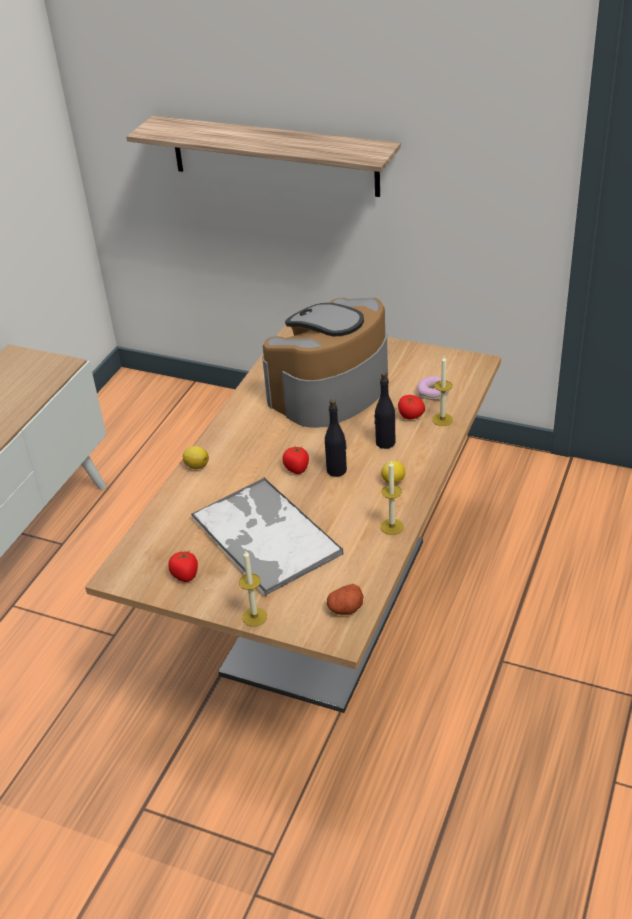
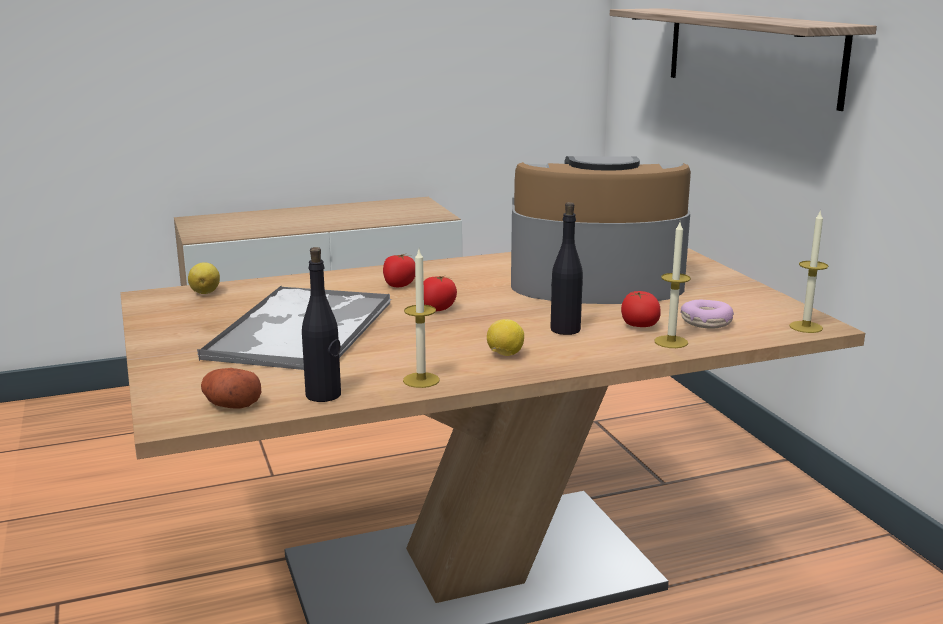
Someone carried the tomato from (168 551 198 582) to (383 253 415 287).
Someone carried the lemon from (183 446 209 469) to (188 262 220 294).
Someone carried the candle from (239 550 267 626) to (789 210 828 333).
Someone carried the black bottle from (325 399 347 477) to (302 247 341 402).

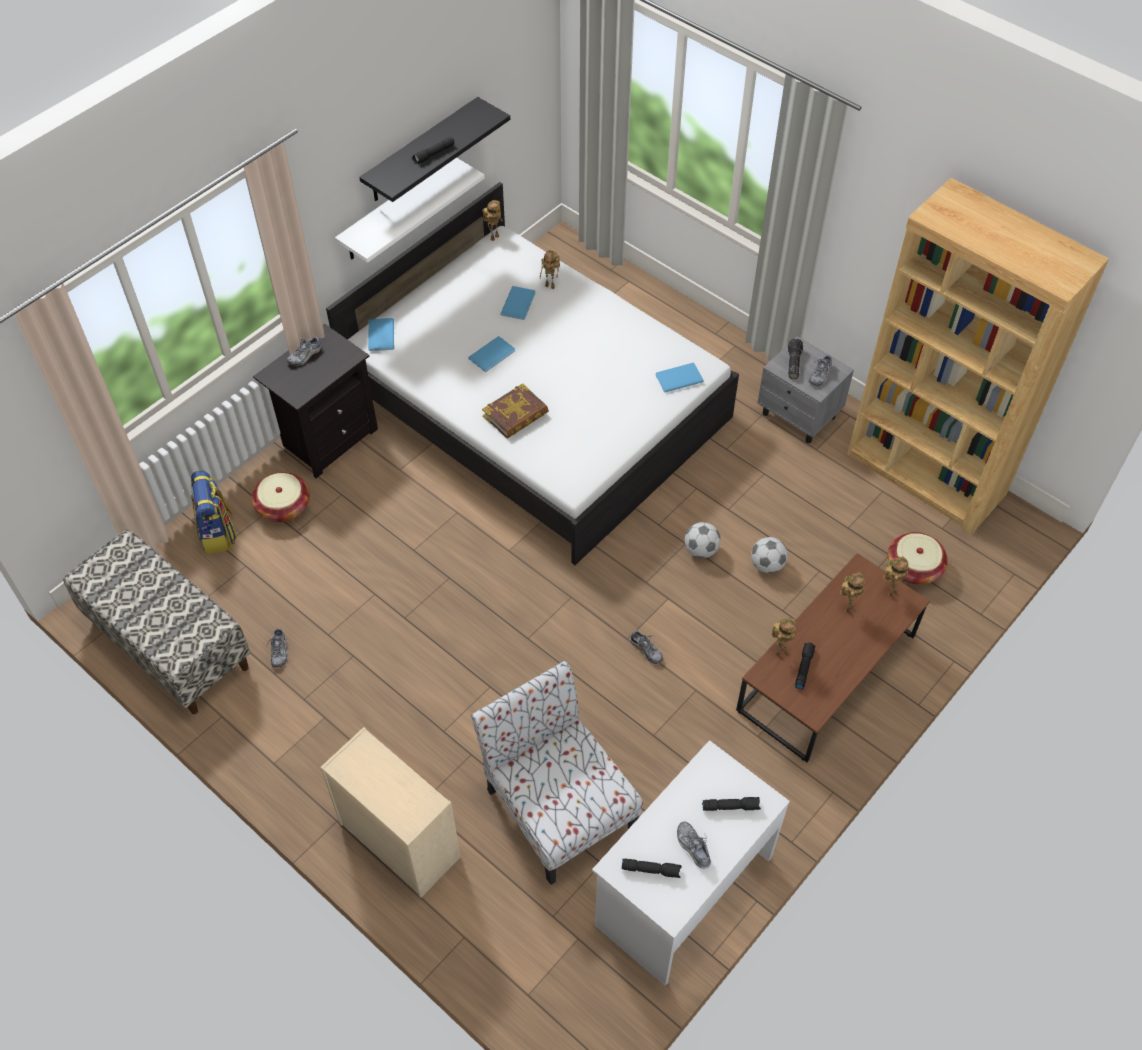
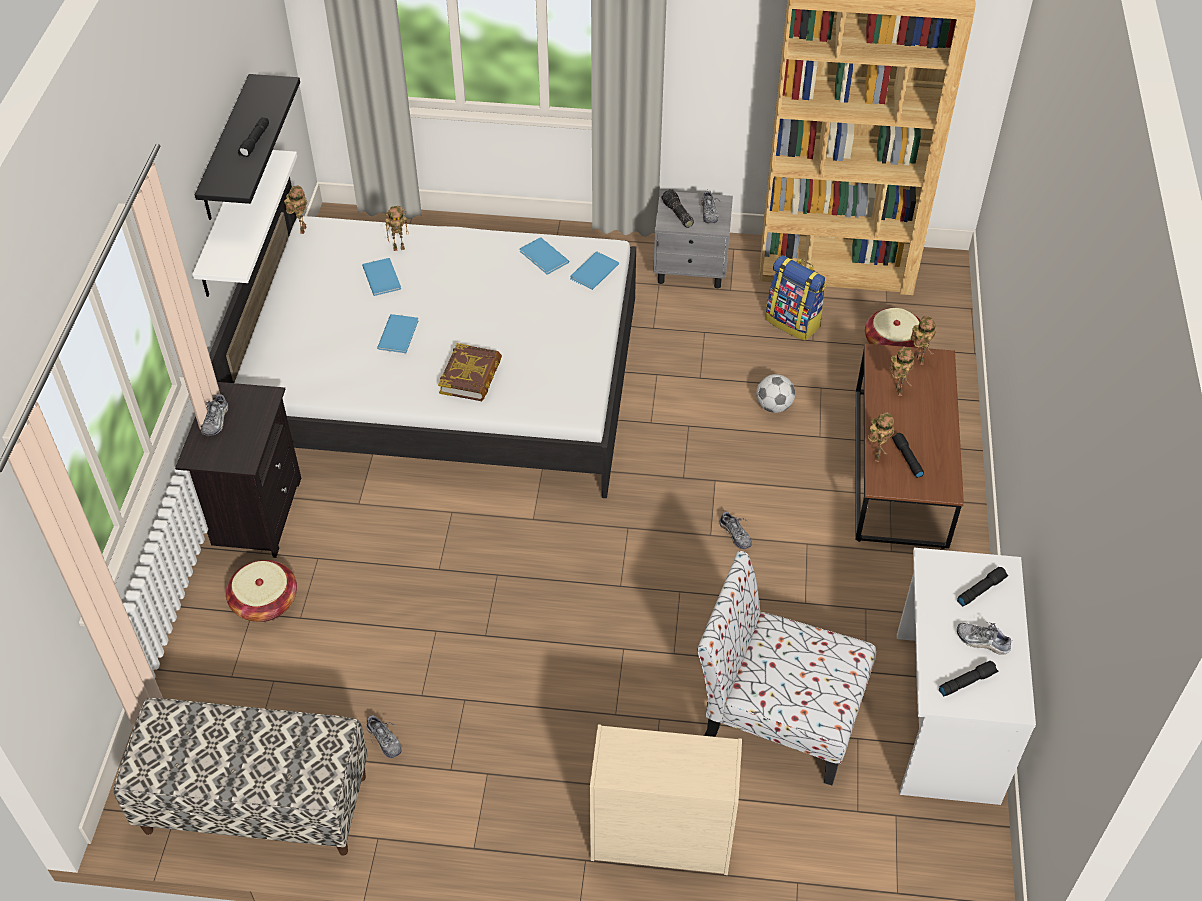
Someone carried the backpack from (191 471 237 554) to (765 255 826 341).
Someone carried the blue book from (368 318 394 351) to (520 237 569 275).
Someone rotated the shoe at (630 630 663 664) by 45 degrees clockwise.
Someone took away the football at (685 522 721 558).

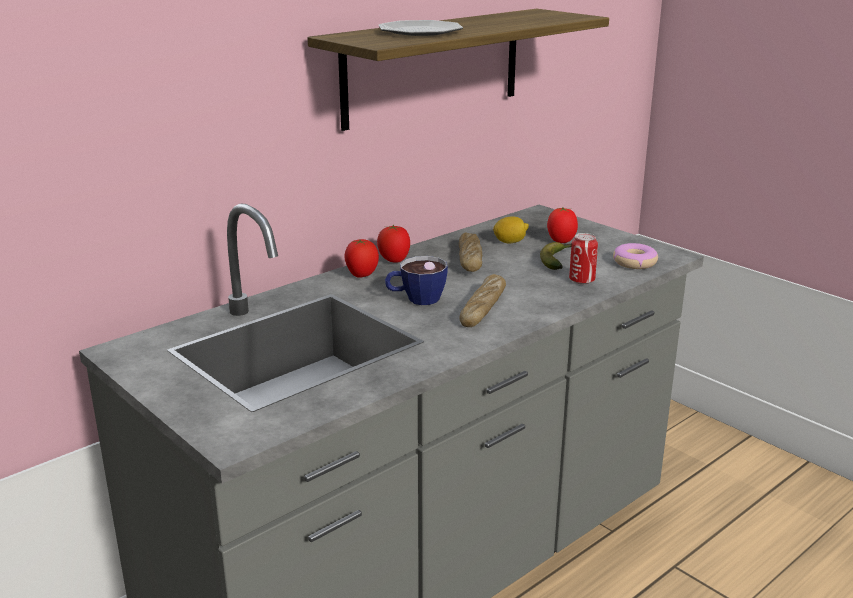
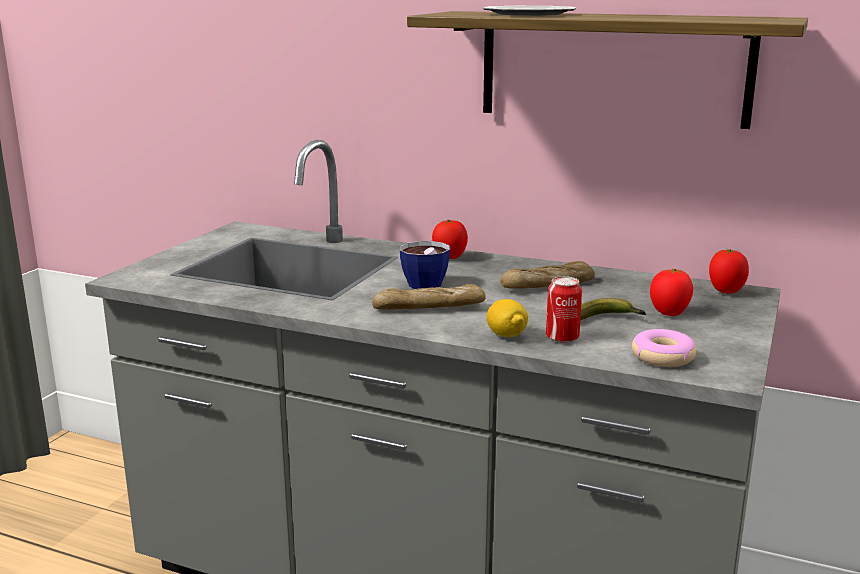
Someone carried the tomato from (377 225 410 263) to (709 249 749 294).
Someone carried the lemon from (493 217 529 244) to (487 299 528 337).

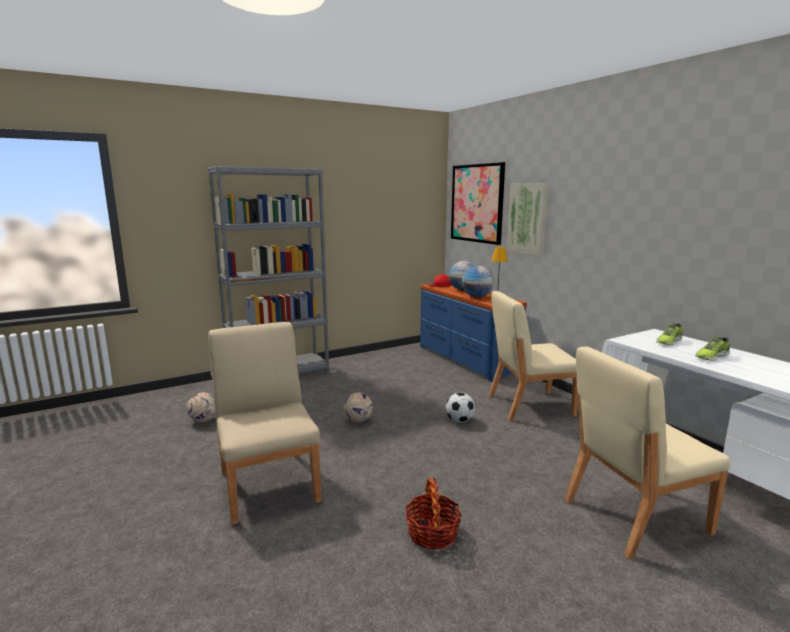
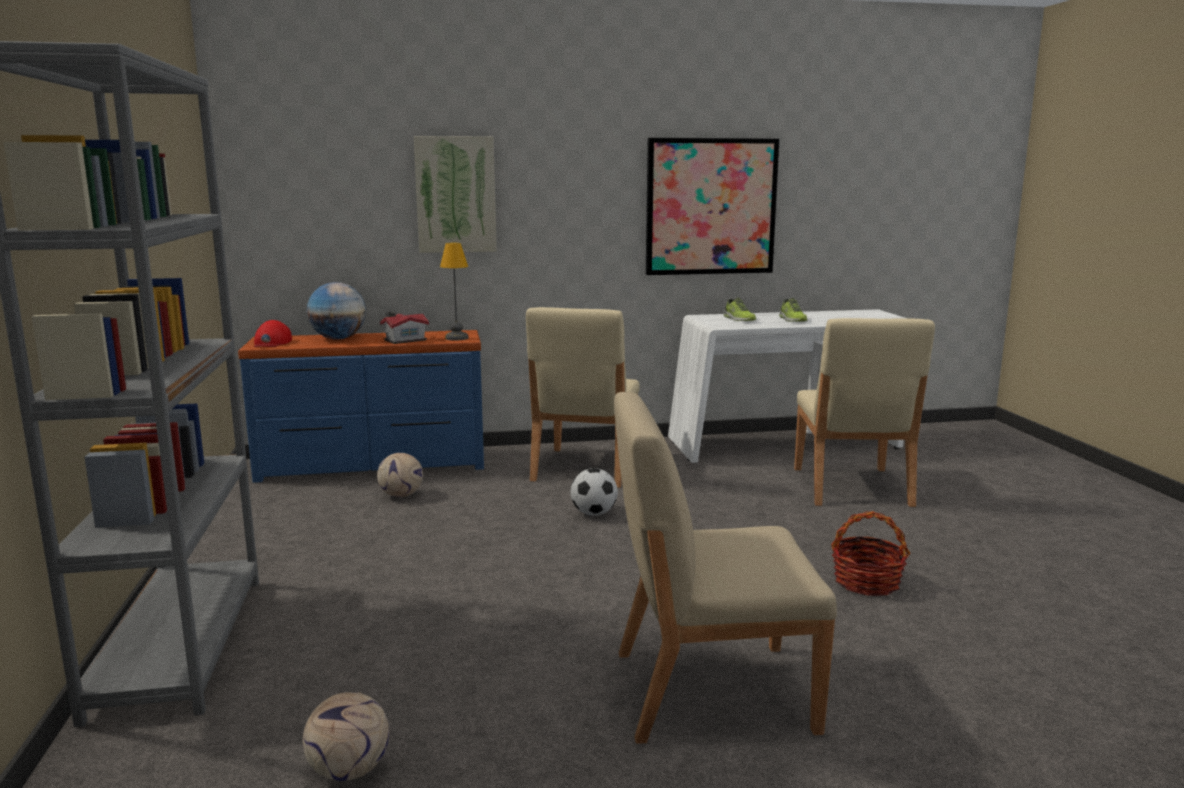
Someone carried the football from (343 392 373 423) to (377 453 423 497).
Someone carried the picture from (451 162 505 245) to (646 138 780 275).
Someone swapped the globe at (462 266 494 298) for the toy house at (380 311 429 344).

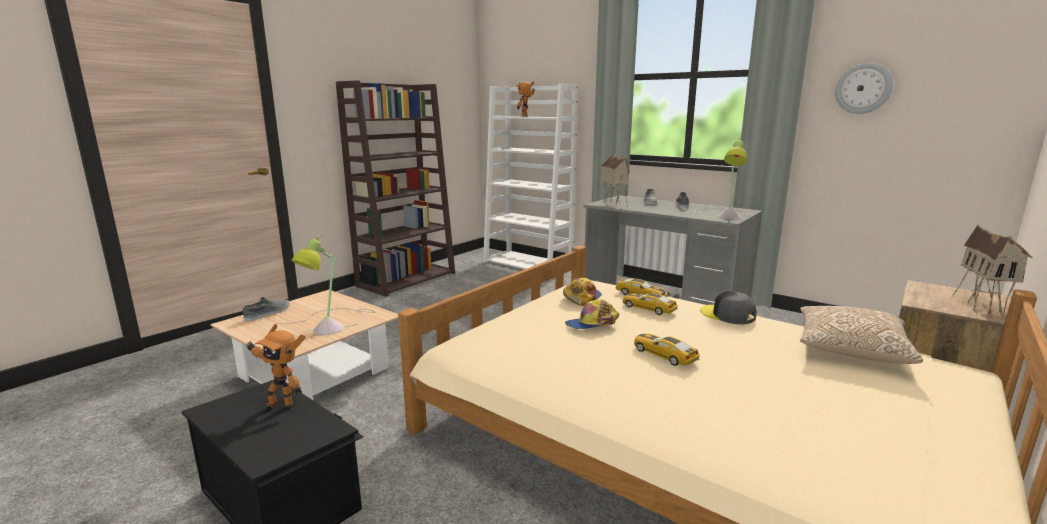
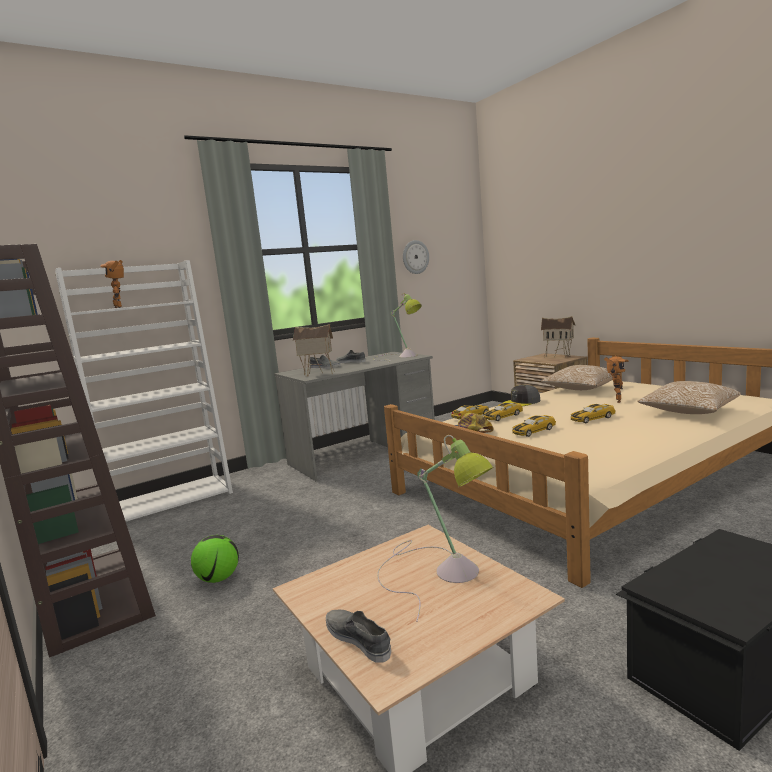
Someone carried the toy robot from (245 324 306 408) to (604 356 629 403).
Someone swapped the cap at (565 300 619 329) for the toy car at (512 415 556 437).
Someone put down the football at (191 535 239 583).
Someone put down the pillow at (637 381 741 414).

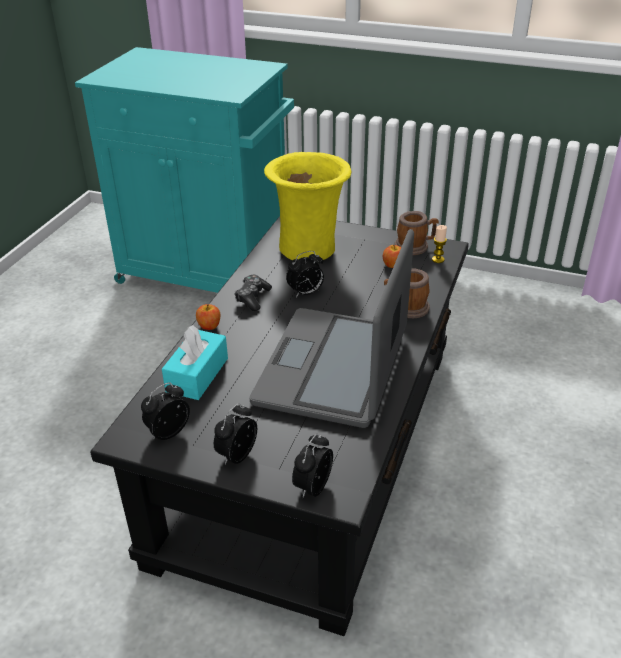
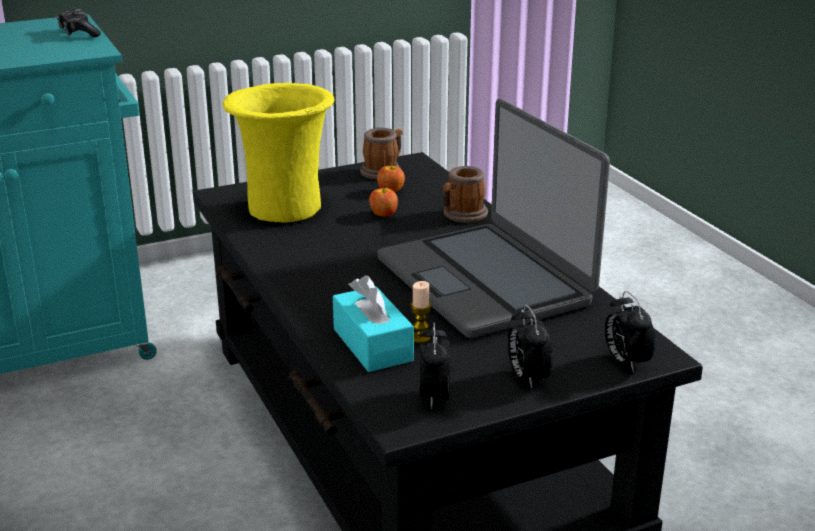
Someone carried the apple from (196 304 220 330) to (369 185 398 216).
Someone carried the game controller from (234 275 272 311) to (56 9 101 38).
Someone took away the alarm clock at (286 251 324 297).
Someone carried the candle from (432 225 447 263) to (410 281 431 343).

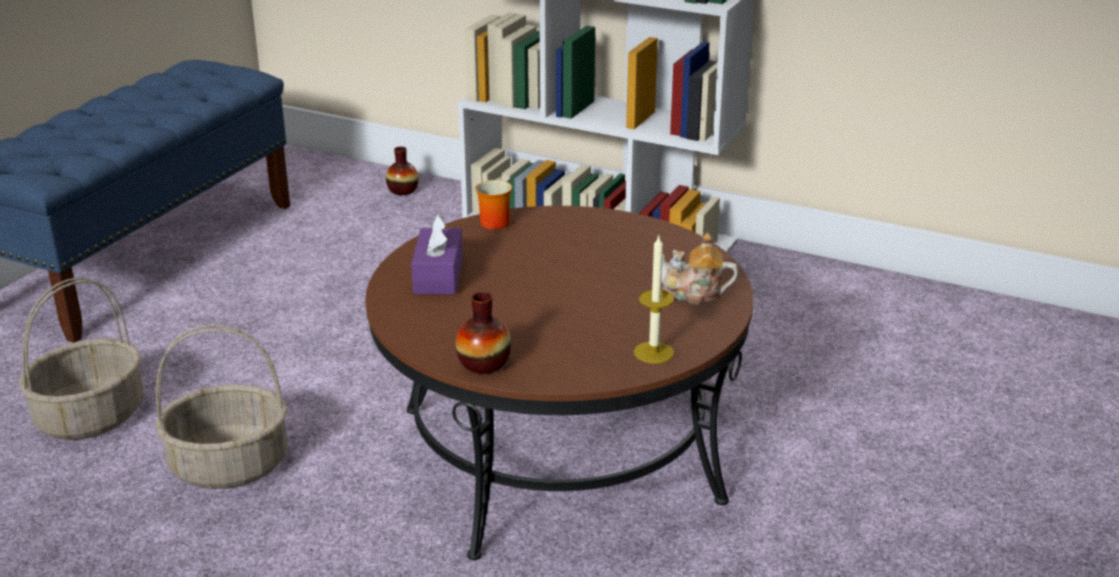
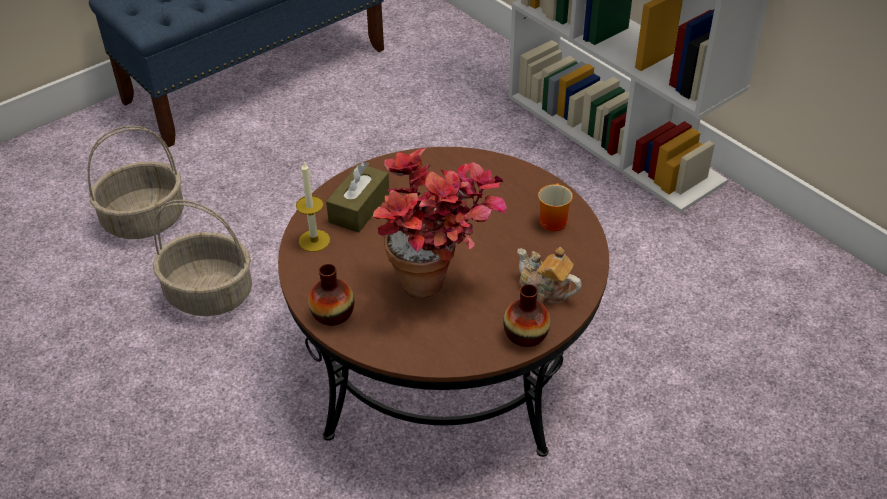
Someone carried the vase from (386 147 419 195) to (503 284 550 347).
Someone repainted the purple tissue box at (411 214 463 295), which became the brown tissue box at (326 161 390 233).
Someone carried the mug from (475 180 512 229) to (538 183 573 231).
Someone carried the candle from (634 236 674 364) to (296 162 330 252).
Someone put down the potted plant at (373 148 507 299).

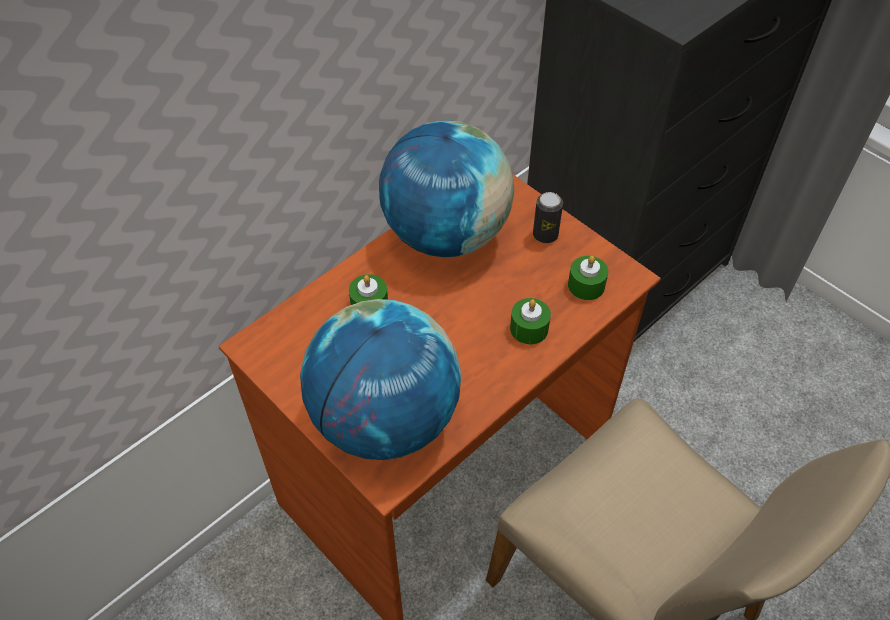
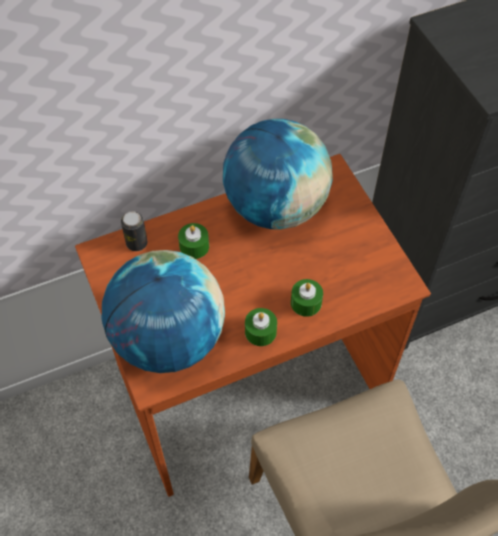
Someone carried the can from (533 192 563 243) to (121 211 147 251).
Someone carried the green candle from (568 256 608 300) to (245 308 277 346).

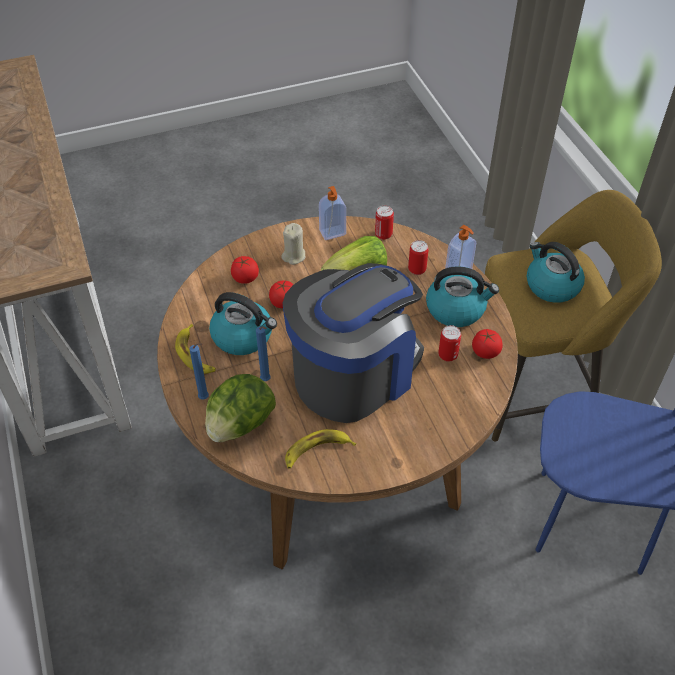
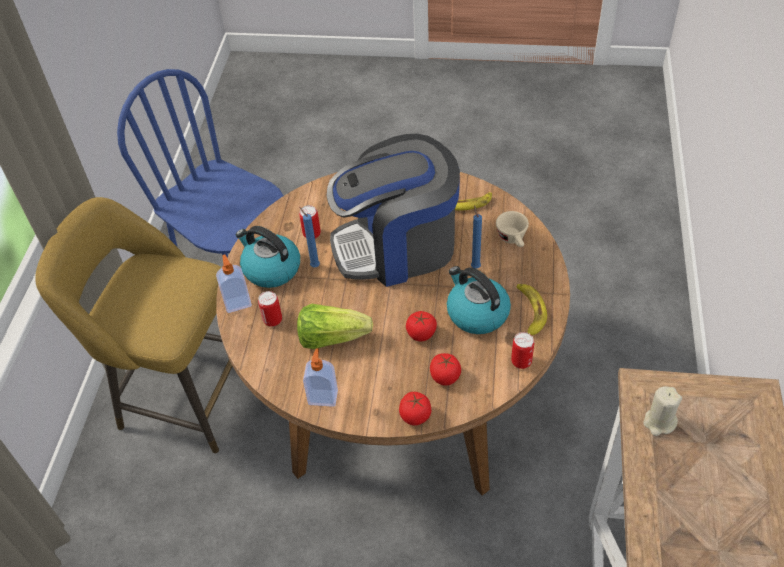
Someone carried the blue candle from (189 343 209 400) to (299 207 320 267).
Someone swapped the lettuce at (205 374 276 442) for the beige cup at (496 211 529 247).
Someone carried the beige candle from (282 223 306 265) to (644 386 682 436).
Someone carried the can from (375 206 394 240) to (511 332 534 369).
Someone carried the tomato from (472 329 503 359) to (399 392 431 426).
Someone took away the kettle at (527 242 585 303).

